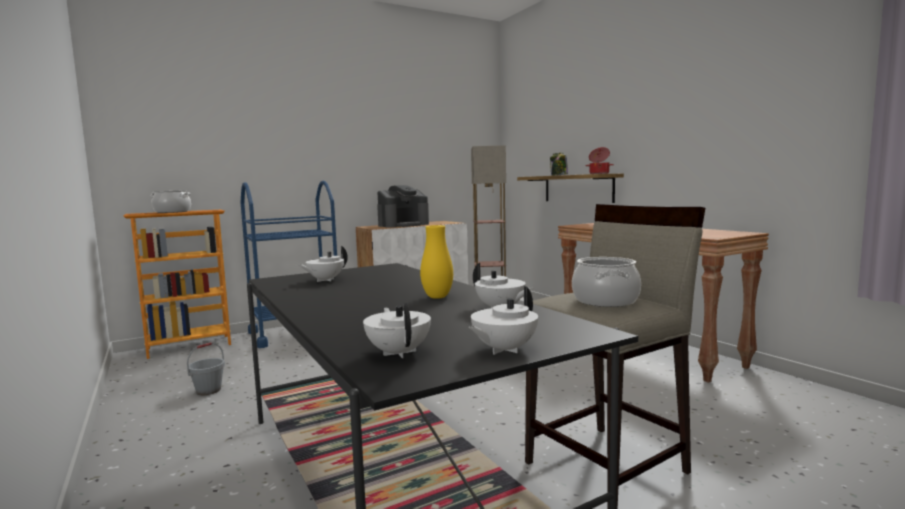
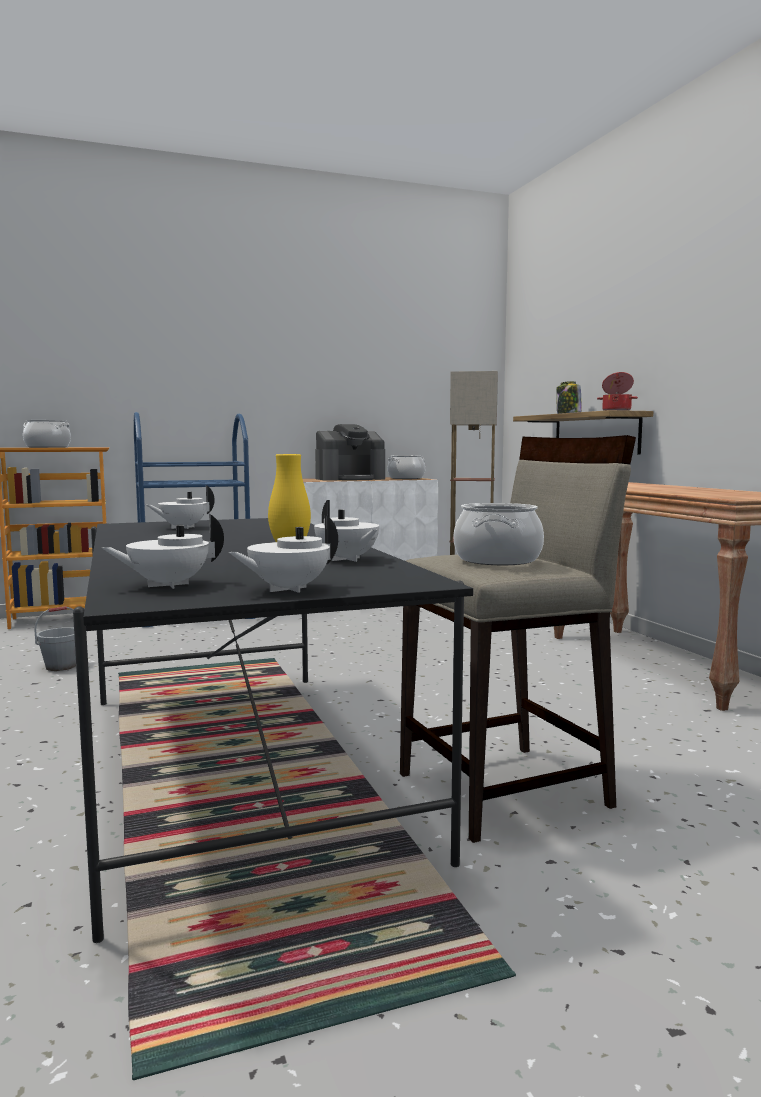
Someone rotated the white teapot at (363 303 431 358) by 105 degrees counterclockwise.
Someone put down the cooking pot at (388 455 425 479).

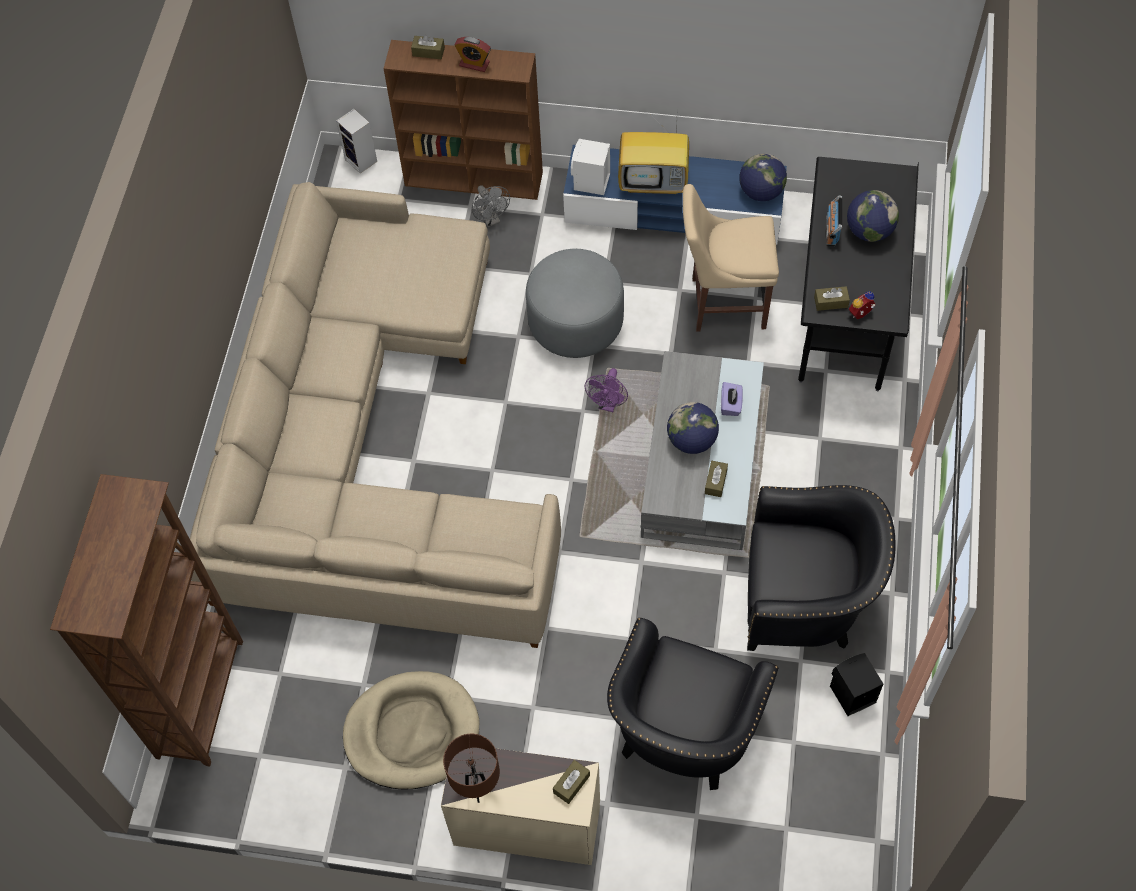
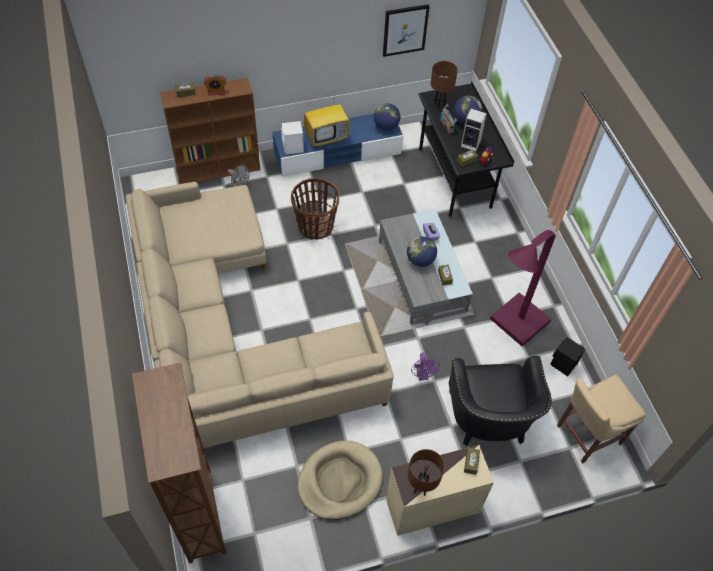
Someone carried the speaker from (336 109 377 173) to (461 109 487 151).
Someone swapped the grey ottoman at (526 249 624 358) for the basket at (291 178 339 240).
Someone carried the purple fan from (584 368 628 412) to (411 352 440 381).
Someone carried the beige chair from (683 184 779 331) to (557 375 646 463).
Someone swapped the black armchair at (747 485 895 651) for the purple floor lamp at (490 230 556 346).
Someone put up the picture at (383 4 430 57).
Someone put down the brown table lamp at (431 61 458 109).

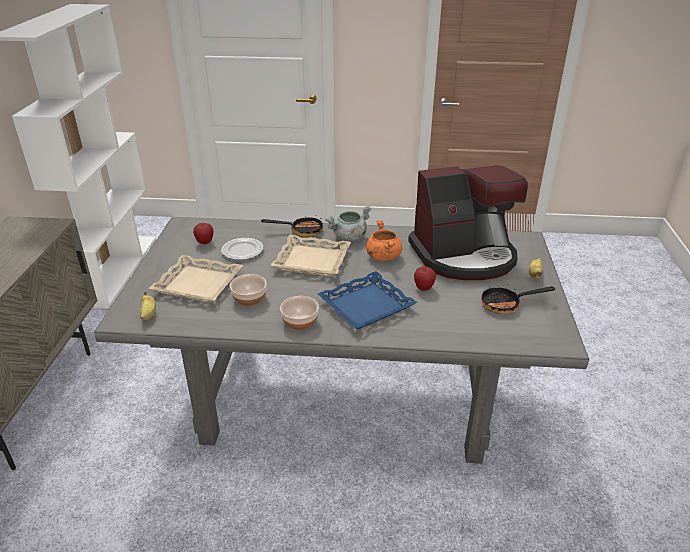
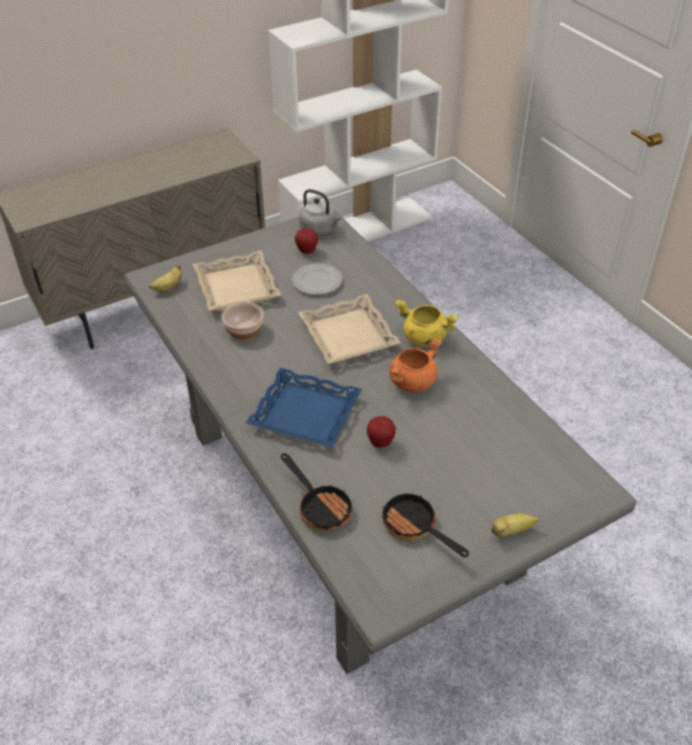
Someone carried the frying pan from (261 215 323 237) to (281 453 354 531).
Someone took away the bowl at (280 296 319 330).
Someone repainted the grey cooking pot at (325 206 371 241), which became the yellow cooking pot at (395 300 459 347).
Someone took away the coffee machine at (408 165 528 280).
Someone put down the grey kettle at (299 189 342 235).

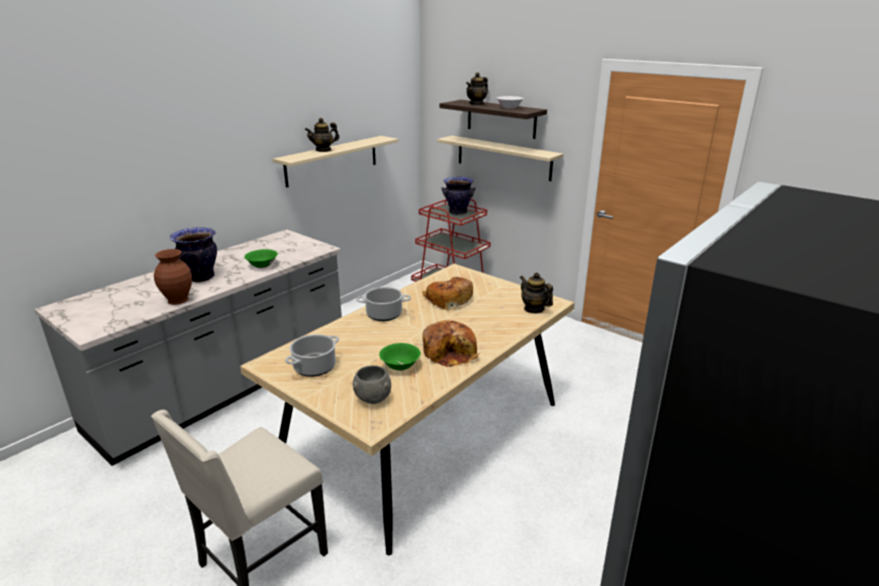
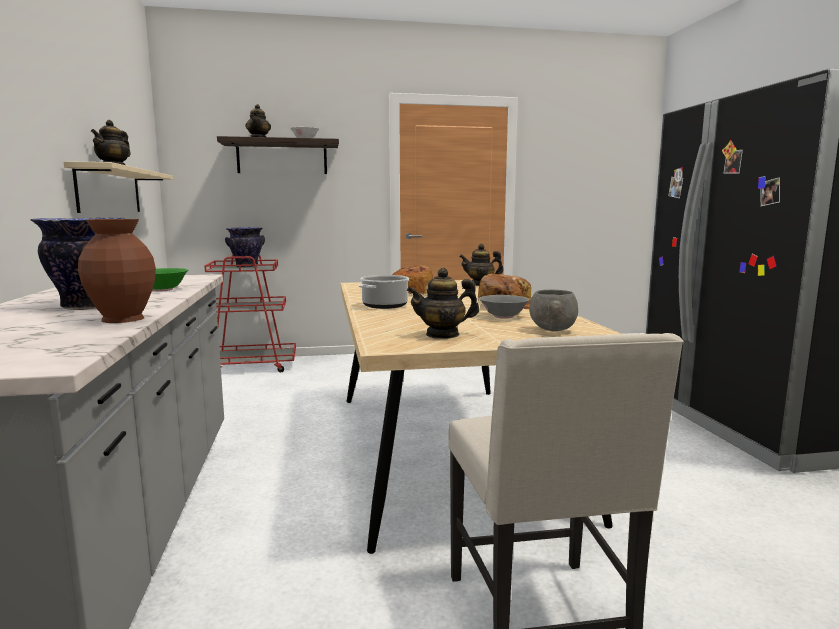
Someone swapped the cooking pot at (285 334 339 377) for the teapot at (407 268 479 339).
Someone repainted the green bowl at (379 343 421 371), which became the grey bowl at (479 295 530 319).
Someone took away the beige shelf at (437 136 564 181).

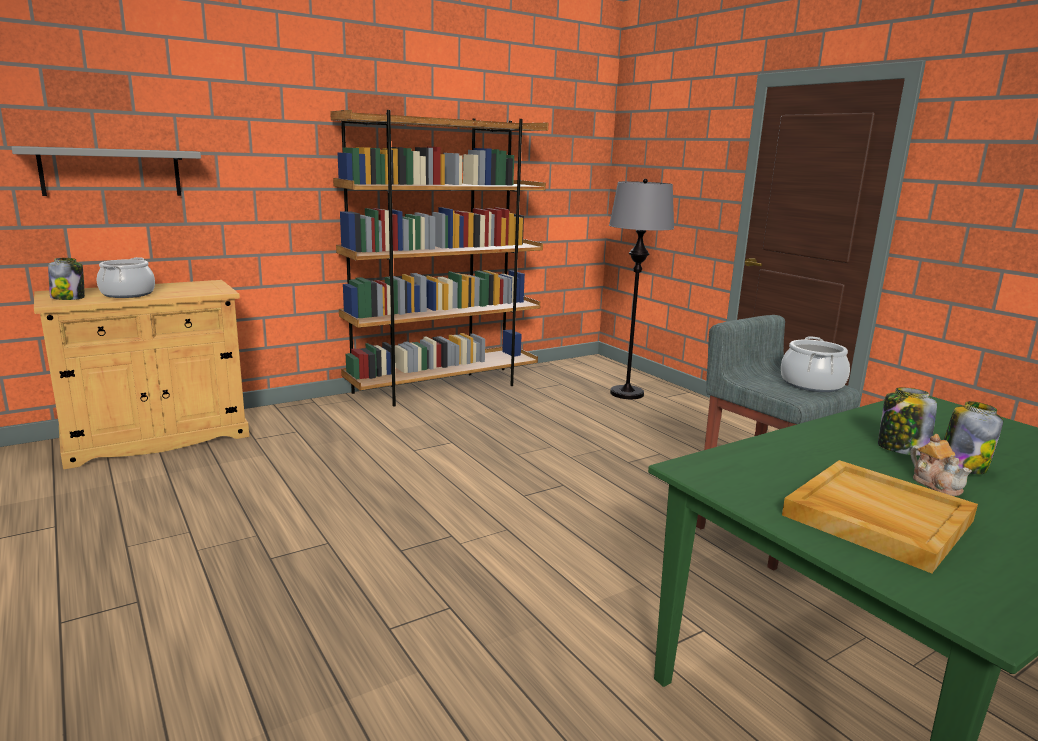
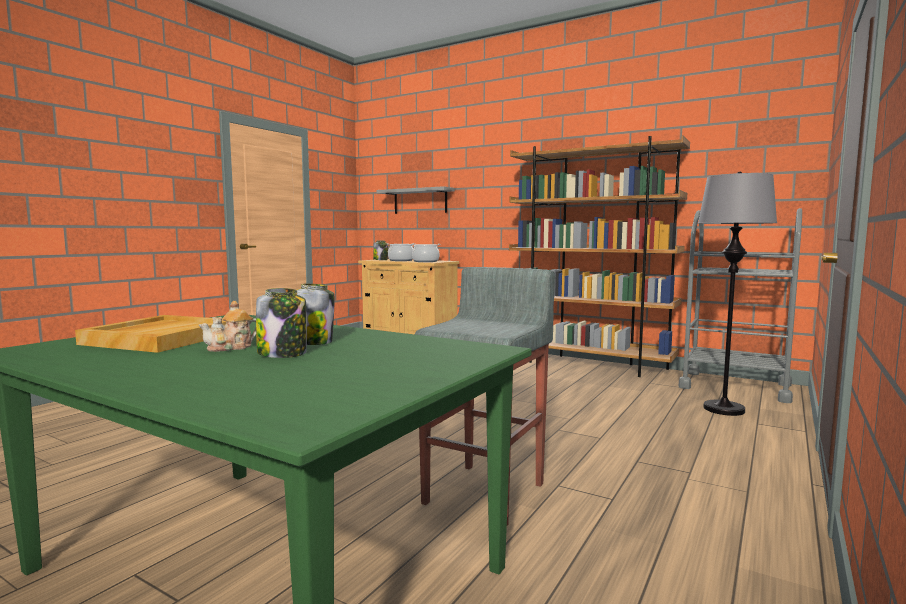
Someone carried the cooking pot from (781 337 850 392) to (411 244 441 262).
Someone put down the grey cart at (679 208 802 403).

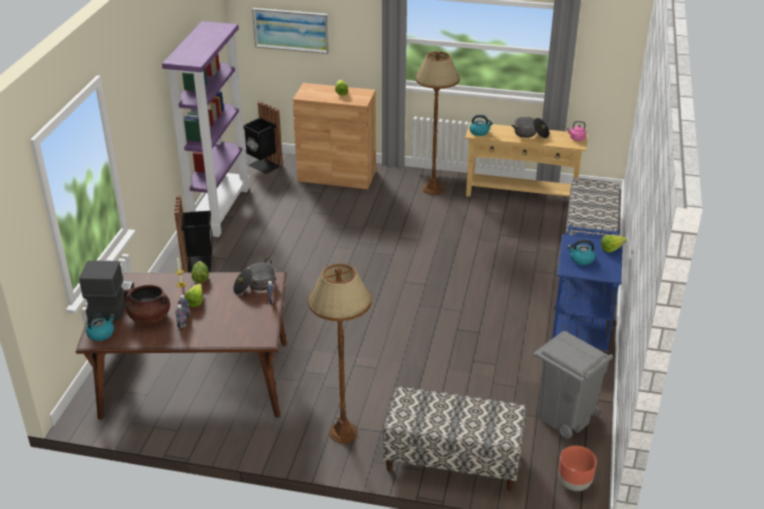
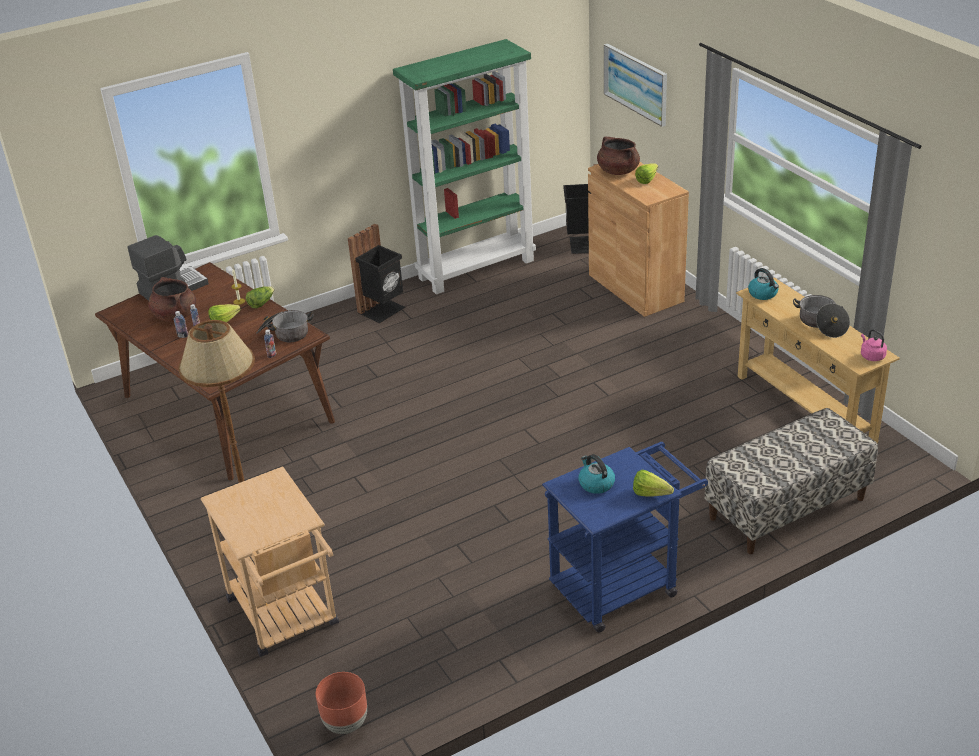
Someone took away the kettle at (86 312 115 341).
Someone repainted the purple bookcase at (162 21 250 237), which became the green bookcase at (393 39 536 294).
Someone swapped the bench at (383 386 526 491) for the beige cart at (201 466 339 657).
Someone took away the brown floor lamp at (415 51 460 195).
Someone took away the grey trash can at (534 331 613 439).
Someone put down the brown cooking pot at (597 136 640 175).

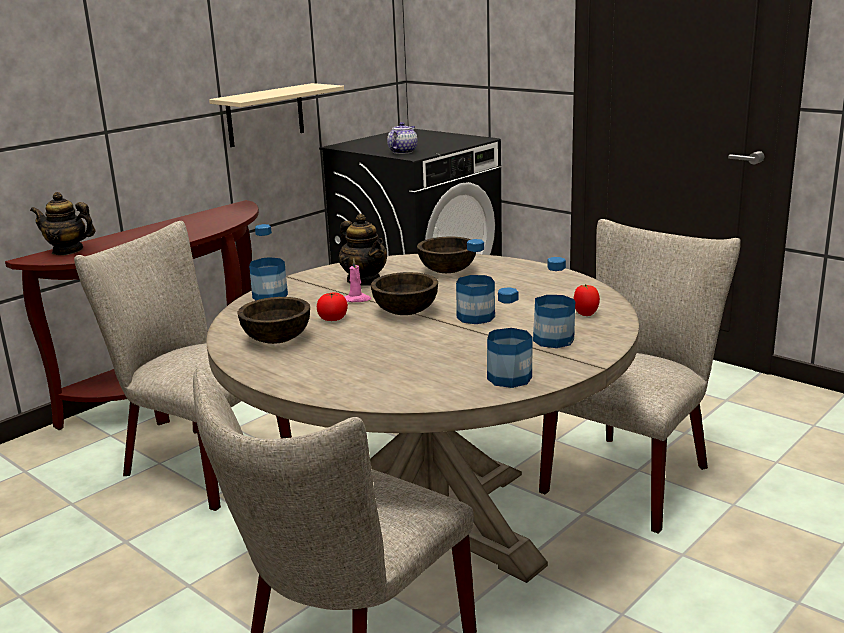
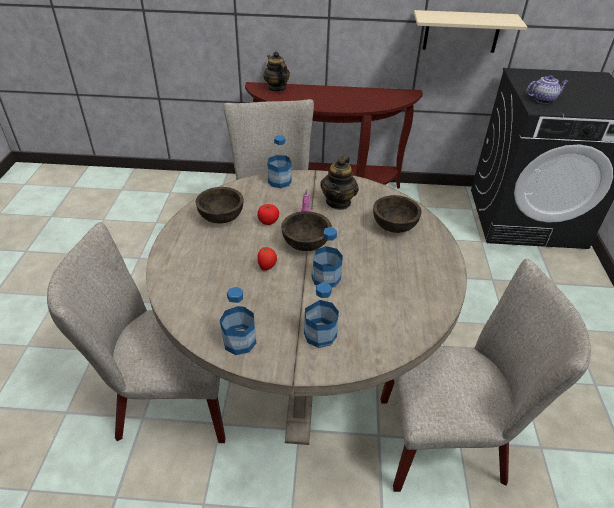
Someone carried the tomato from (574 284 600 316) to (257 247 277 270).

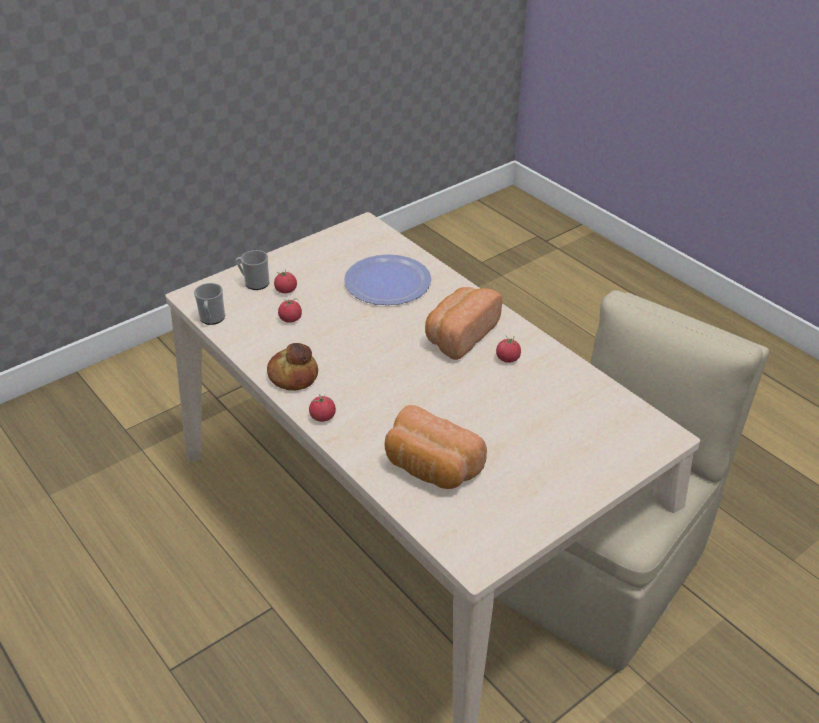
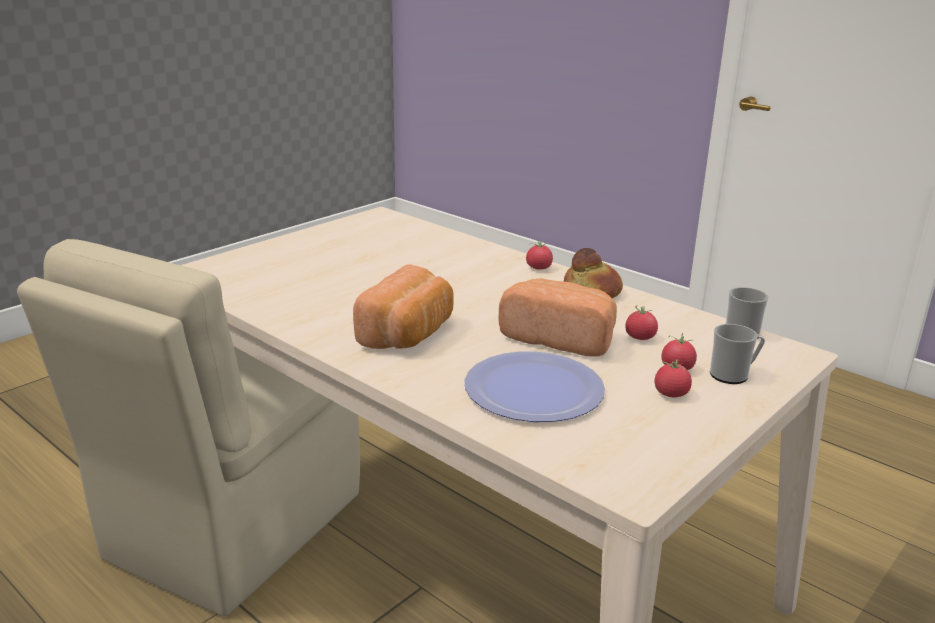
Someone carried the bread from (385 405 487 489) to (499 278 617 357).
Someone carried the tomato from (496 335 521 363) to (655 359 692 397).

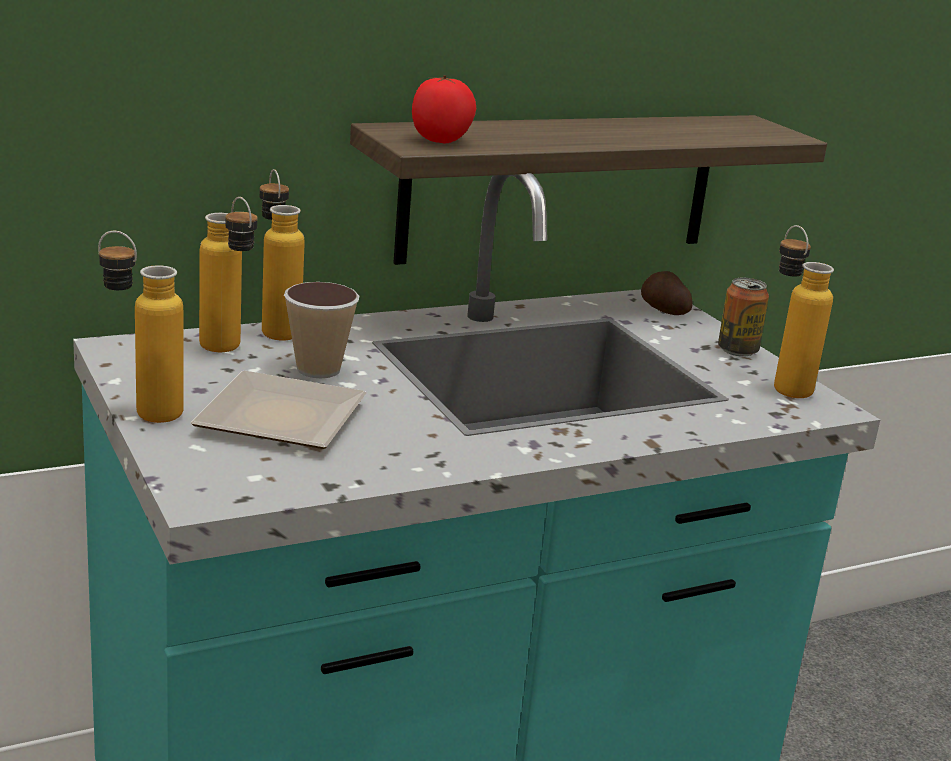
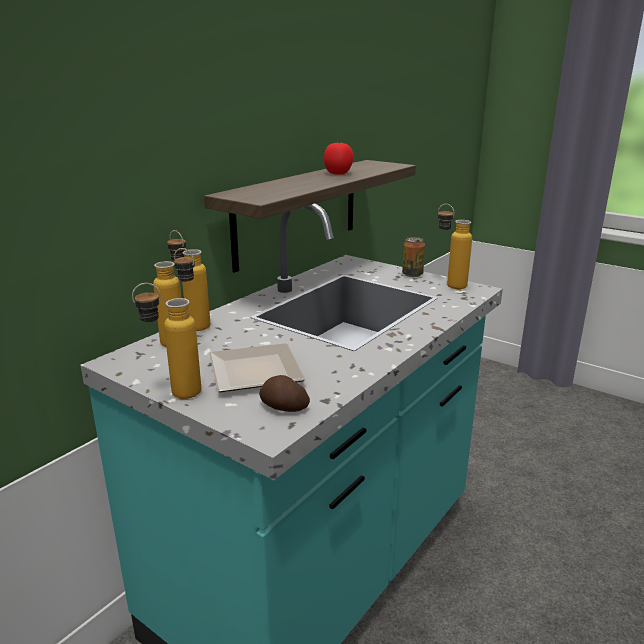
Someone took away the cup at (284 282 359 378).
Someone carried the tomato from (412 75 476 143) to (324 141 354 175).
Someone carried the potato from (641 271 693 315) to (259 375 310 412).

